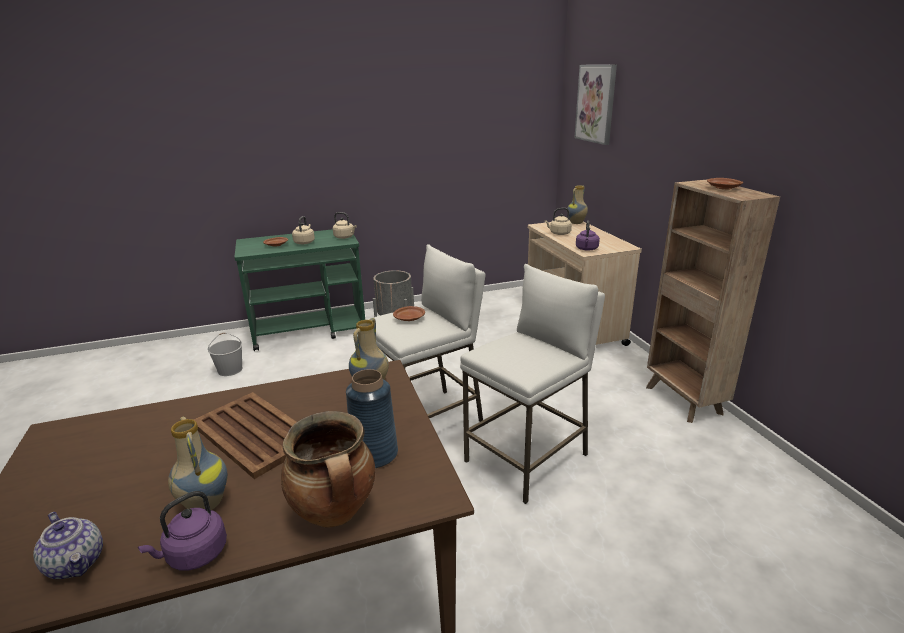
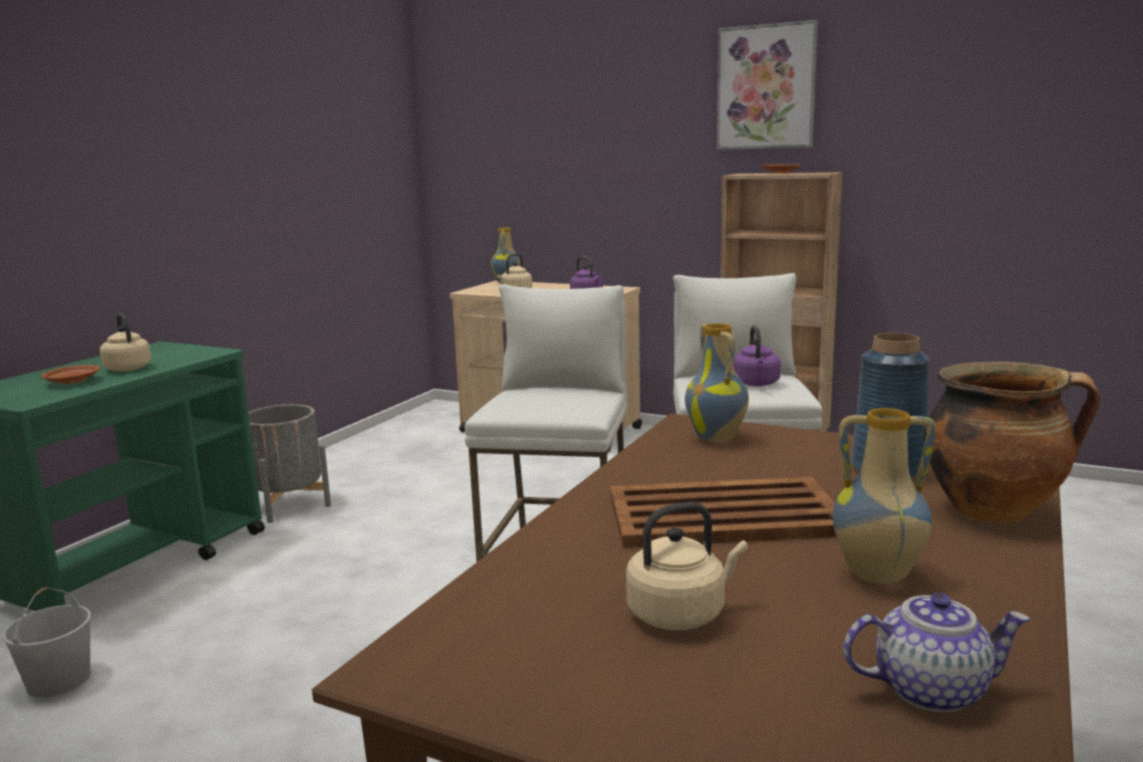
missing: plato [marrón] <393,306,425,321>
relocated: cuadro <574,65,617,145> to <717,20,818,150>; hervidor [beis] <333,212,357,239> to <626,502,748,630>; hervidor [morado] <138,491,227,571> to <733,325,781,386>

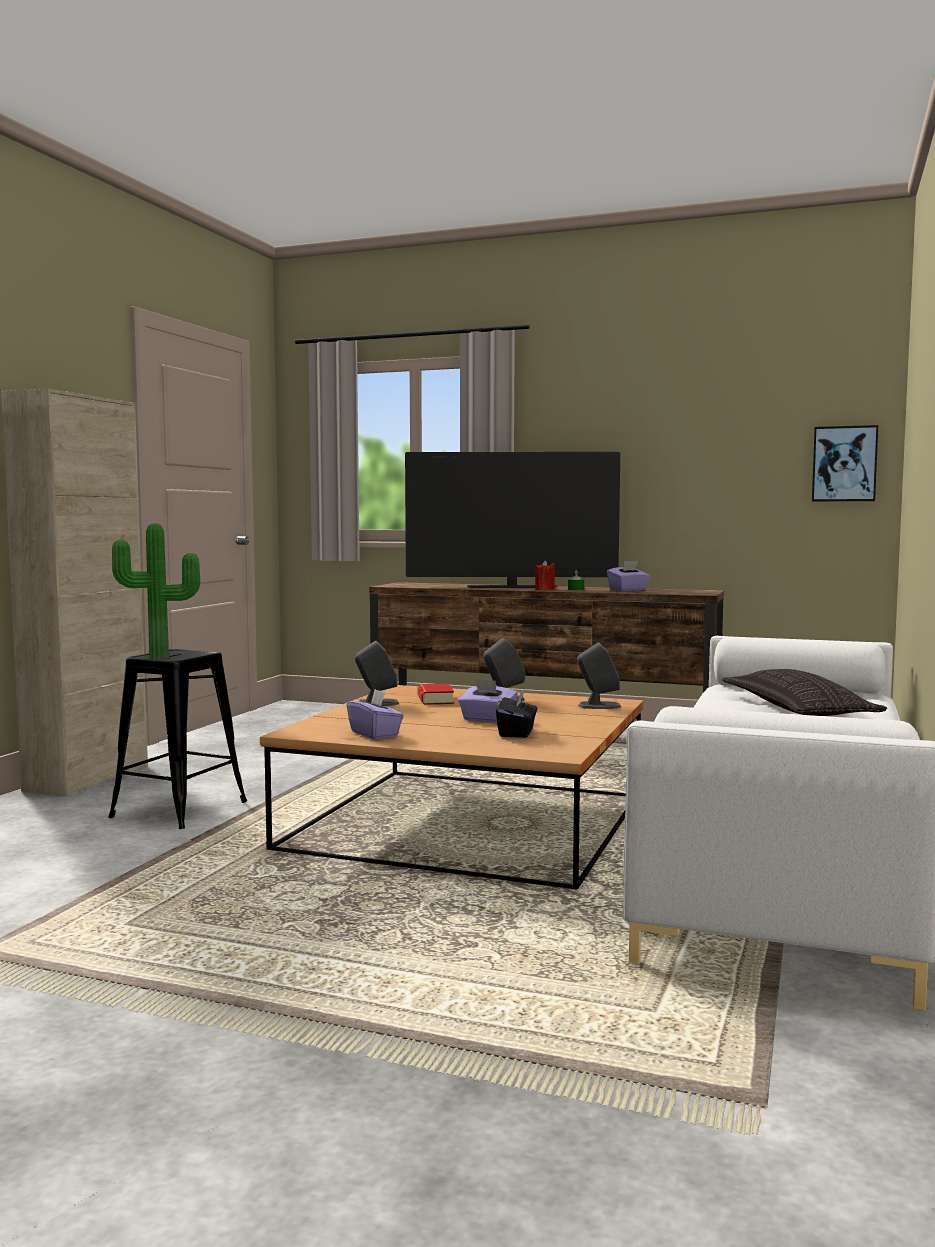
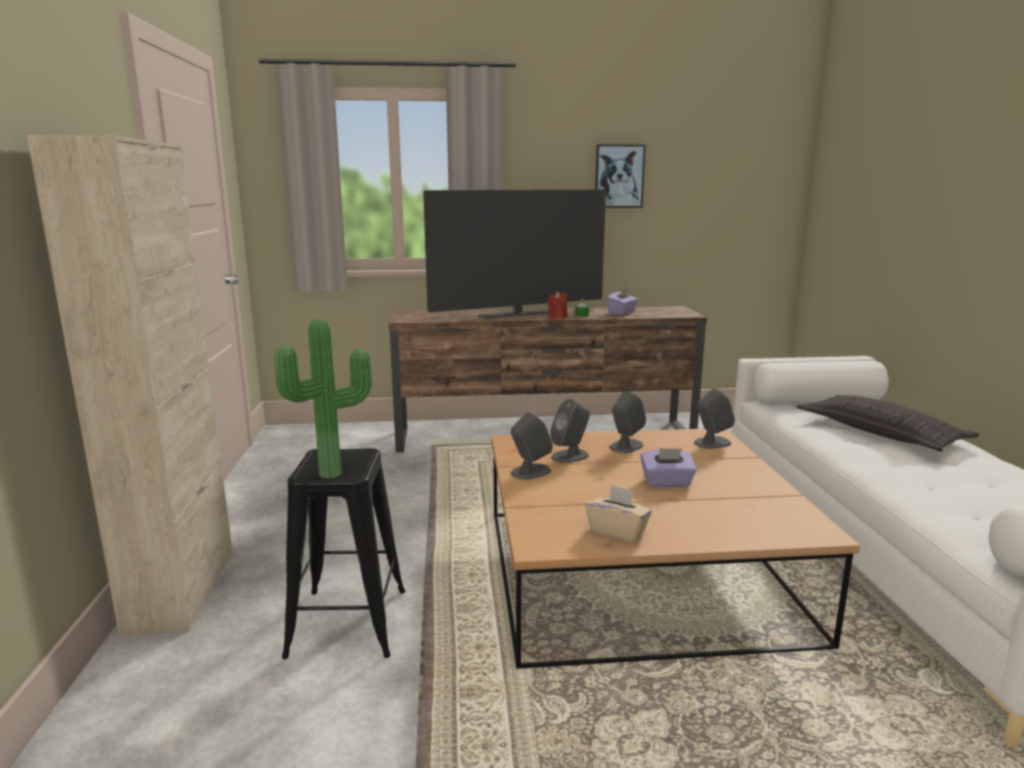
missing: caja de pañuelos [negro] <496,688,538,738>
relocated: cuadro <812,425,878,502> to <595,144,646,208>
exchanged: libro <417,684,454,705> to altavoz [gris] <550,399,590,463>
colour: caja de pañuelos [morado] <346,689,404,739> to caja de pañuelos [beis] <585,485,652,542>

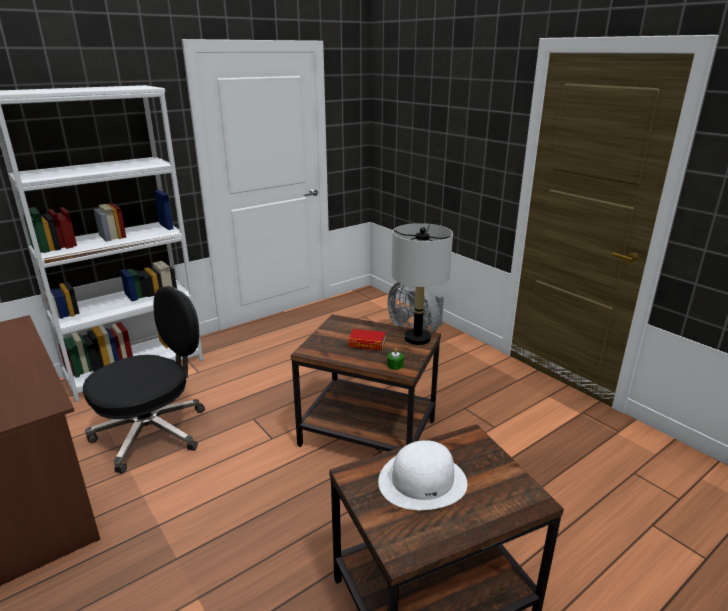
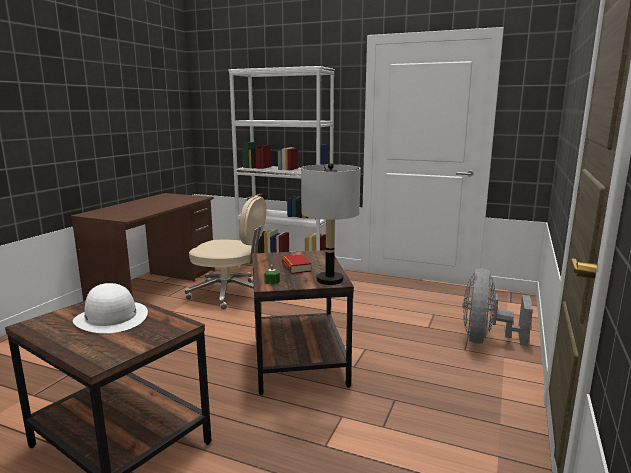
colour: silla de oficina [negro] <83,286,205,474> to silla de oficina [beis] <185,196,266,310>

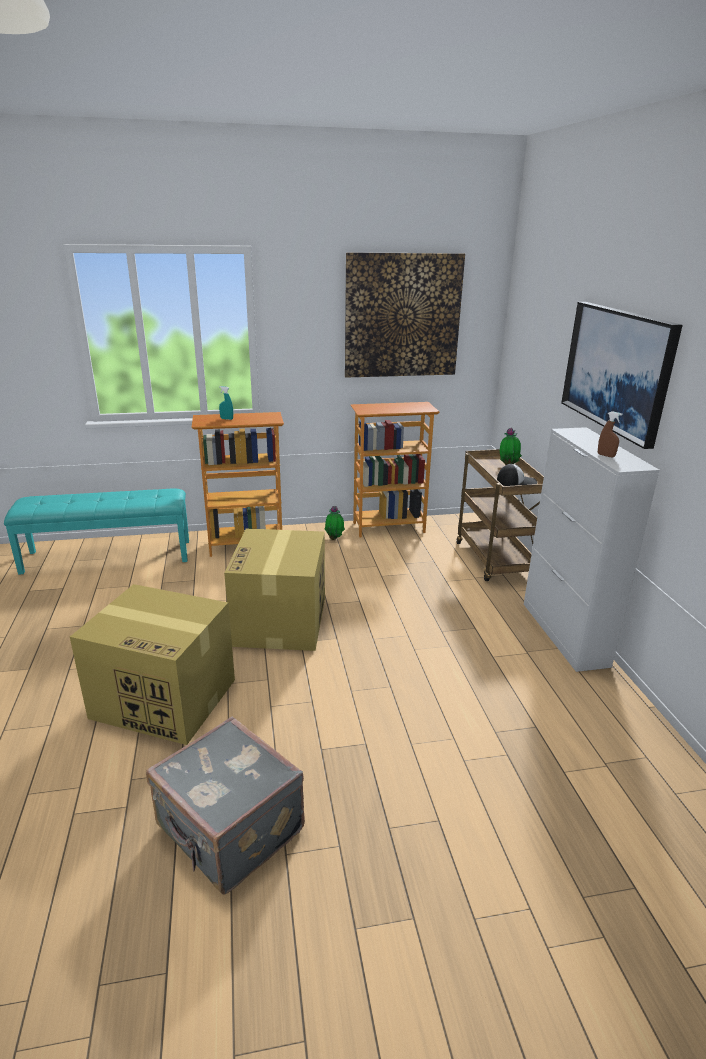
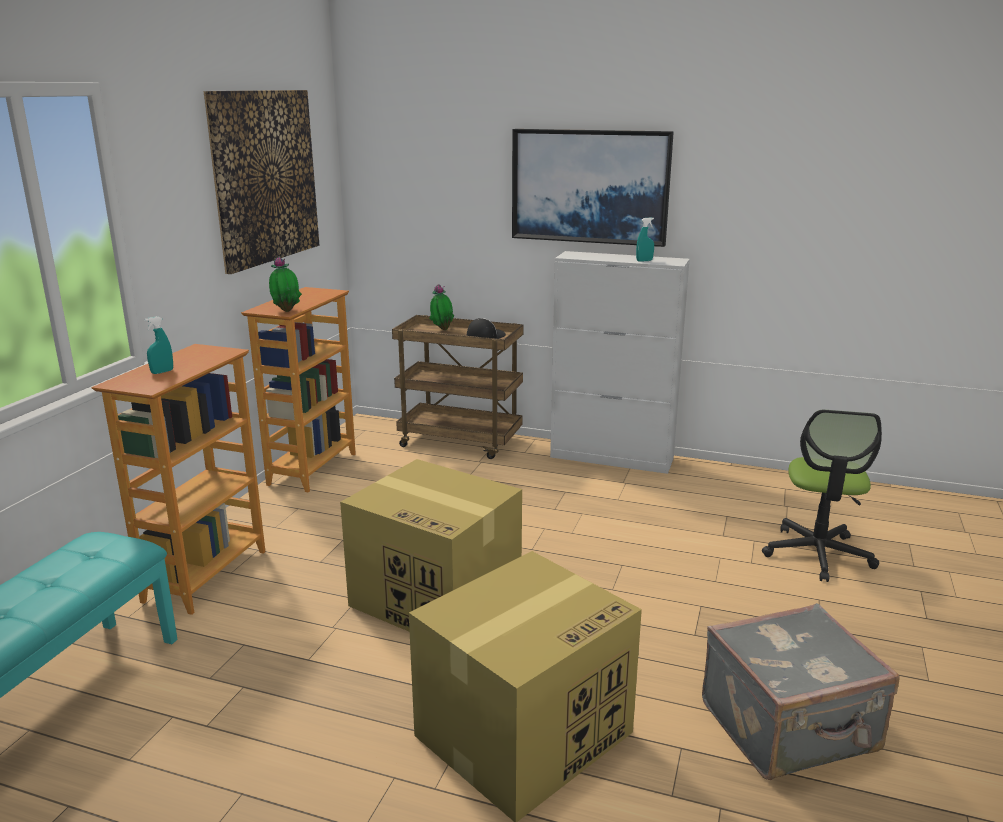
appeared: silla de oficina <762,409,882,582>
relocated: planta en maceta <325,506,345,540> to <269,256,302,312>
colour: pulverizador [marrón] <598,411,622,457> to pulverizador [turquesa] <636,217,654,262>

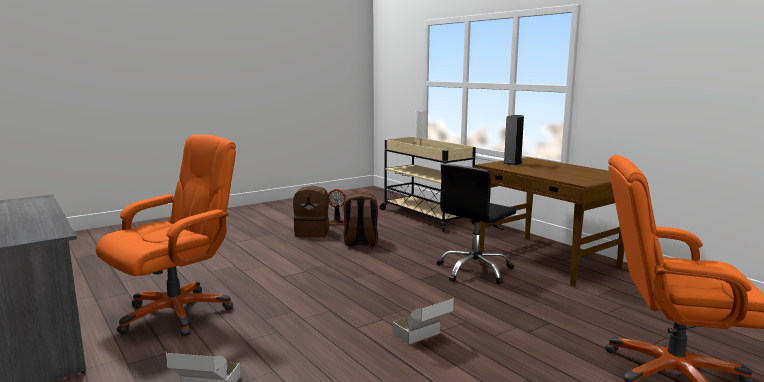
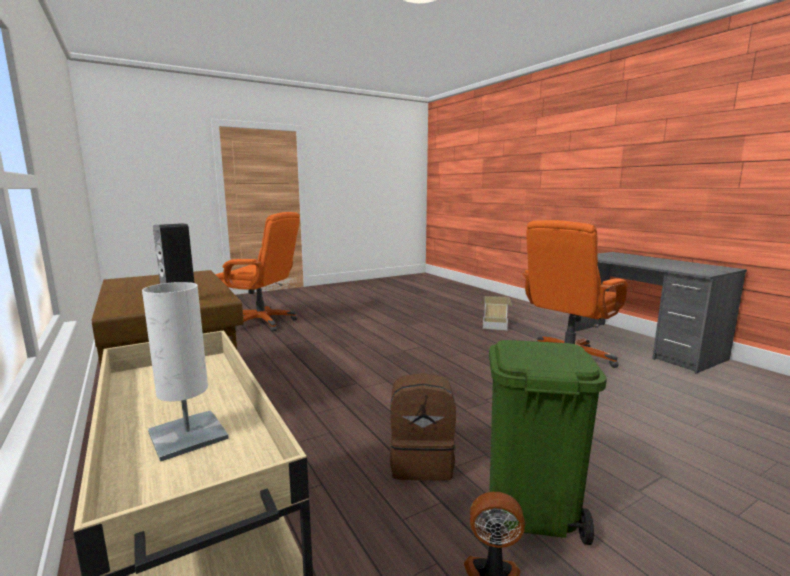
missing: silla de oficina [negro] <436,163,516,284>; caja de cartón <393,298,454,344>
exchanged: mochila [marrón] <293,186,330,237> to papelera [verde] <486,340,607,545>

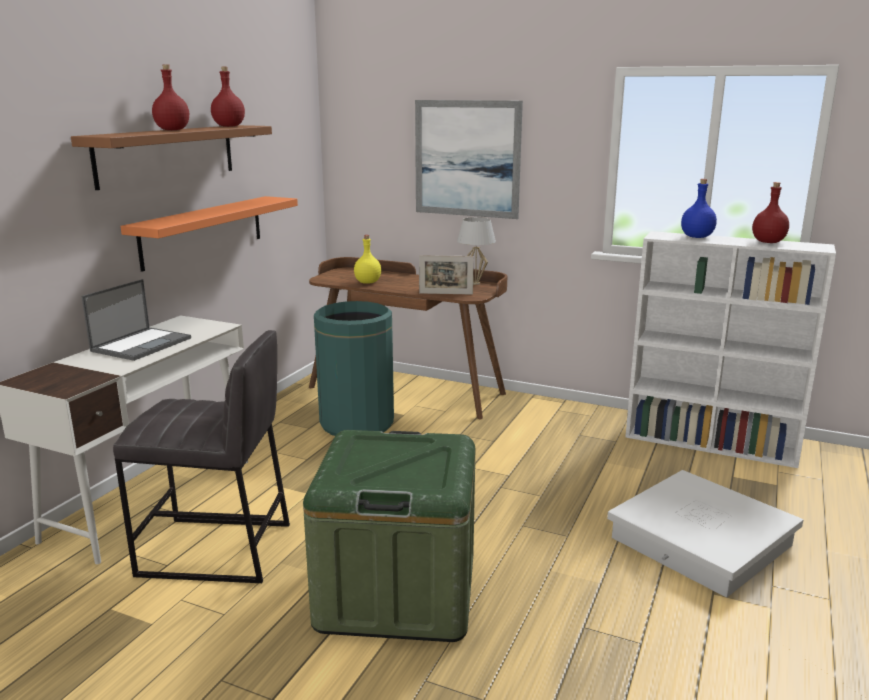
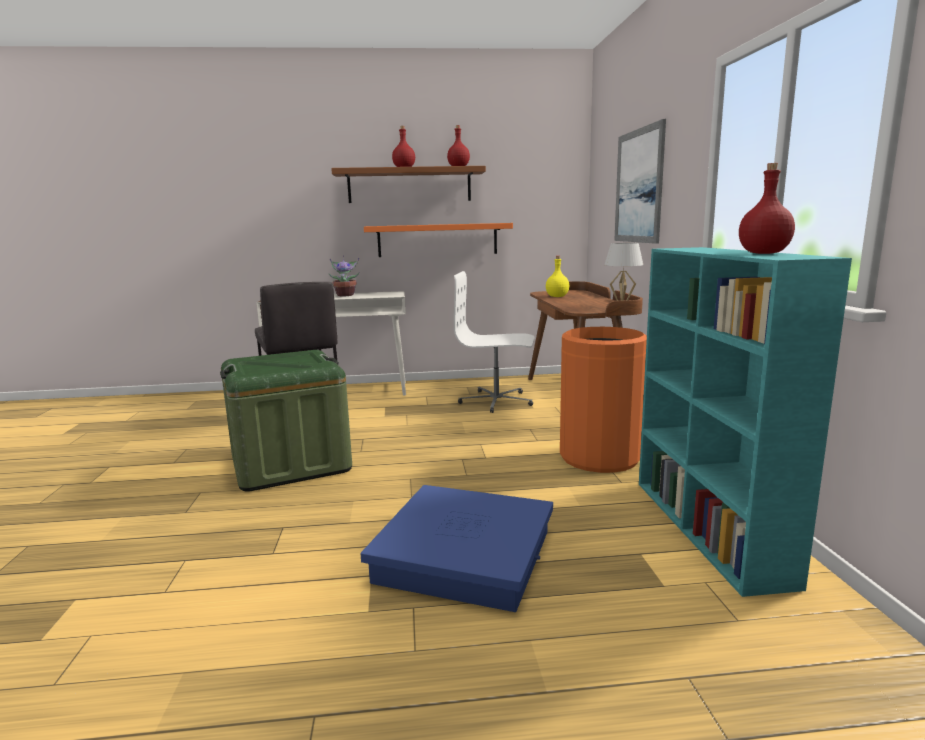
missing: botella [azul] <681,179,717,238>; portarretratos <419,255,474,295>
appeared: papelera [naranja] <560,327,647,473>
exchanged: portátil <81,279,191,361> to planta en maceta <328,256,359,296>; papelera [verde] <314,301,394,436> to silla de oficina [blanco] <454,271,534,413>
colour: estantería [blanco] <625,231,836,468> to estantería [turquesa] <639,247,852,597>; caja de almacenaje [blanco] <607,470,803,597> to caja de almacenaje [azul] <361,485,553,612>

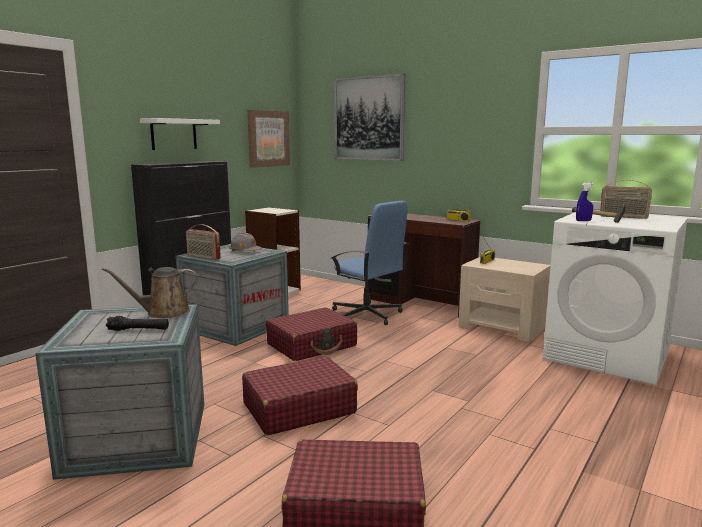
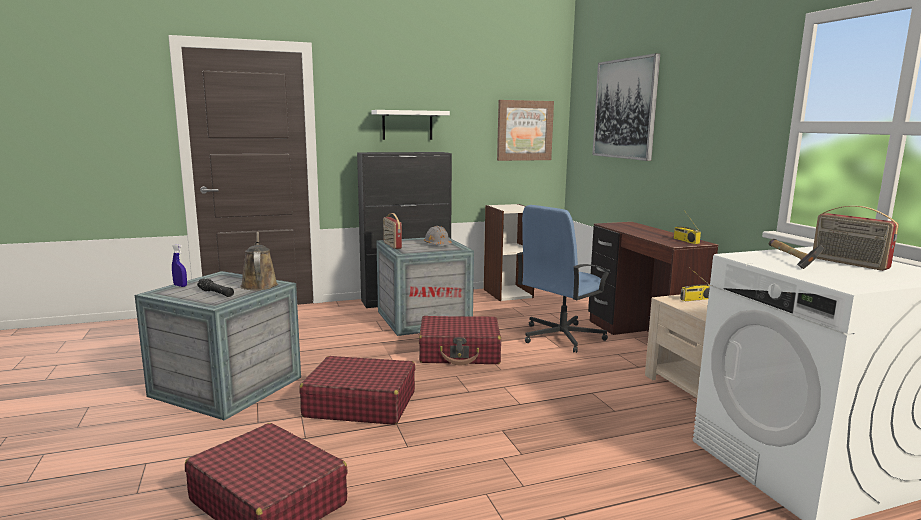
relocated: pulverizador [azul] <576,183,594,221> to <172,244,187,287>
spun: silla de oficina [azul] <331,201,409,325> = <517,205,611,353> 60 degrees clockwise; regadera [marrón] <101,267,198,318> = <240,232,278,290> 60 degrees clockwise

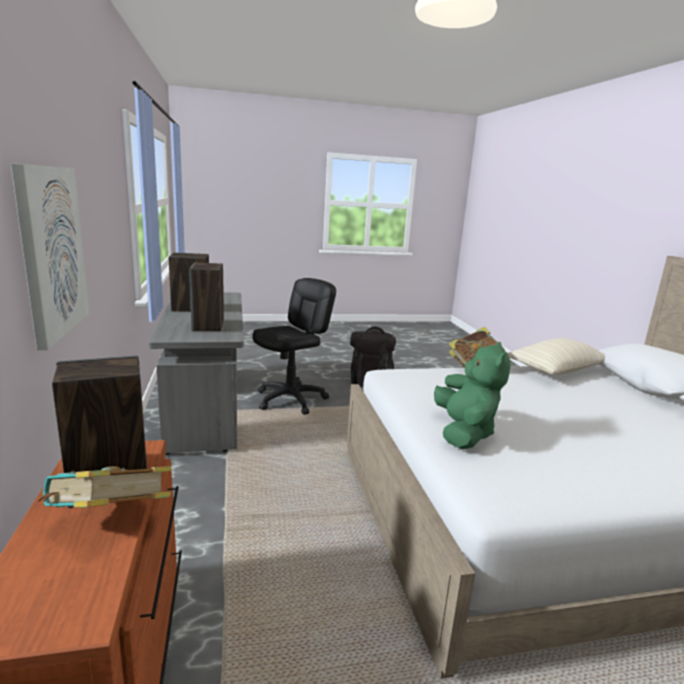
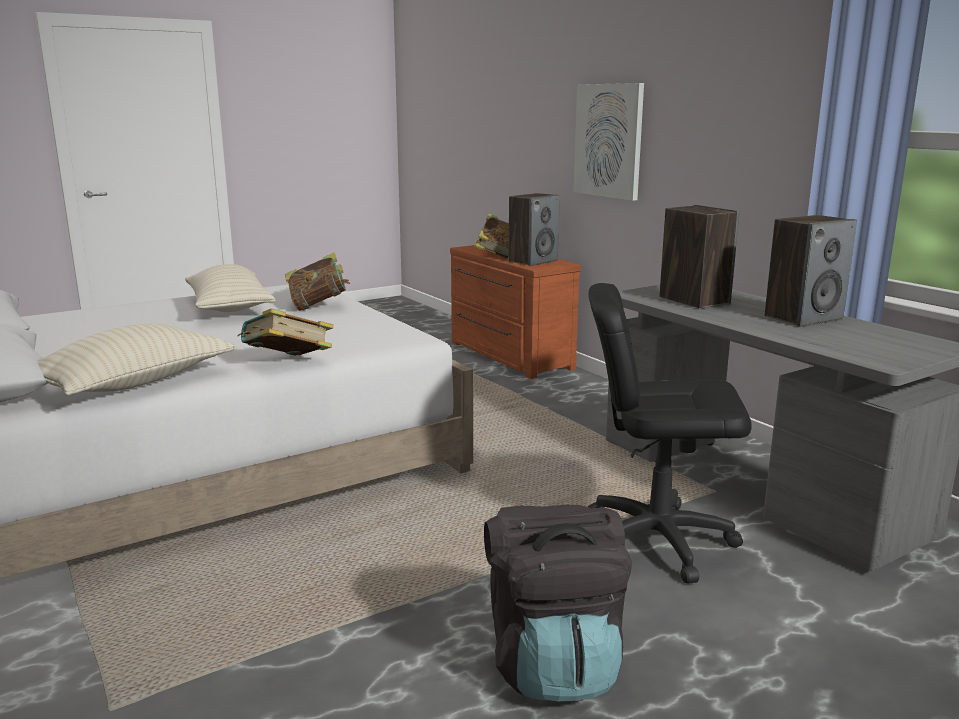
appeared: cojín [beis] <185,264,276,312>
exchanged: peluche [verde] <434,342,511,449> to libro <285,253,350,311>
spun: silla de oficina [negro] <252,278,336,415> = <588,283,752,584> 75 degrees clockwise

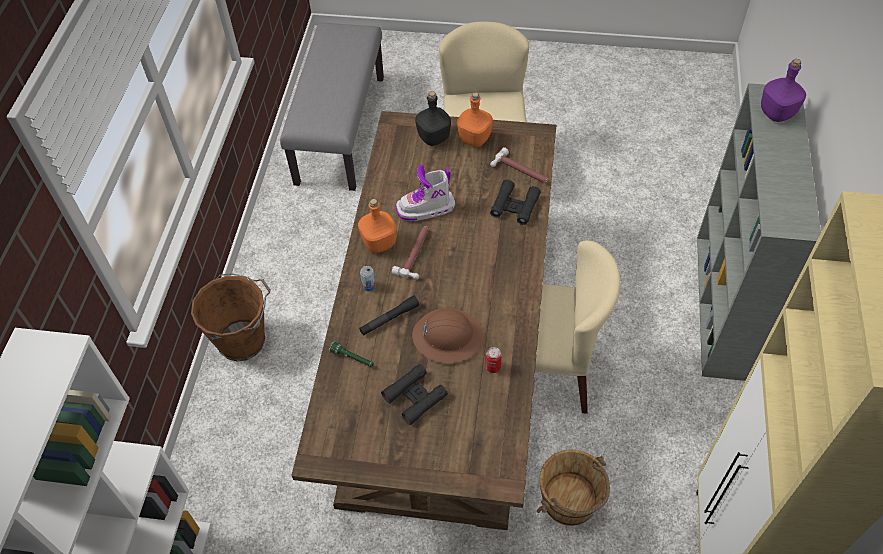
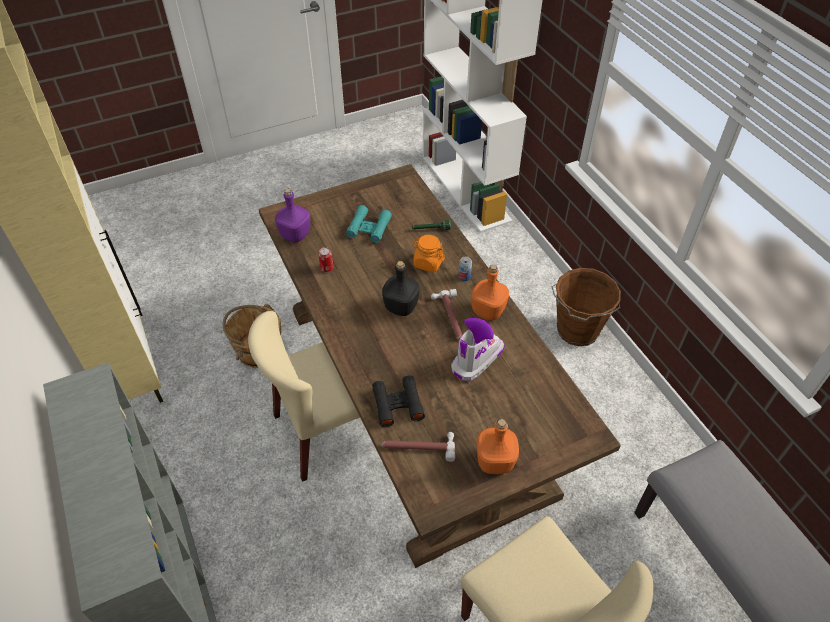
missing: casco [marrón] <412,308,484,363>
relocated: botella [morado] <761,59,806,122> to <275,189,310,242>; botella [negro] <415,91,451,146> to <382,261,420,316>
exchanged: linterna [negro] <359,295,419,336> to tarro [naranja] <412,235,445,272>
colour: prismáticos [negro] <381,364,448,425> to prismáticos [turquesa] <346,205,392,243>

